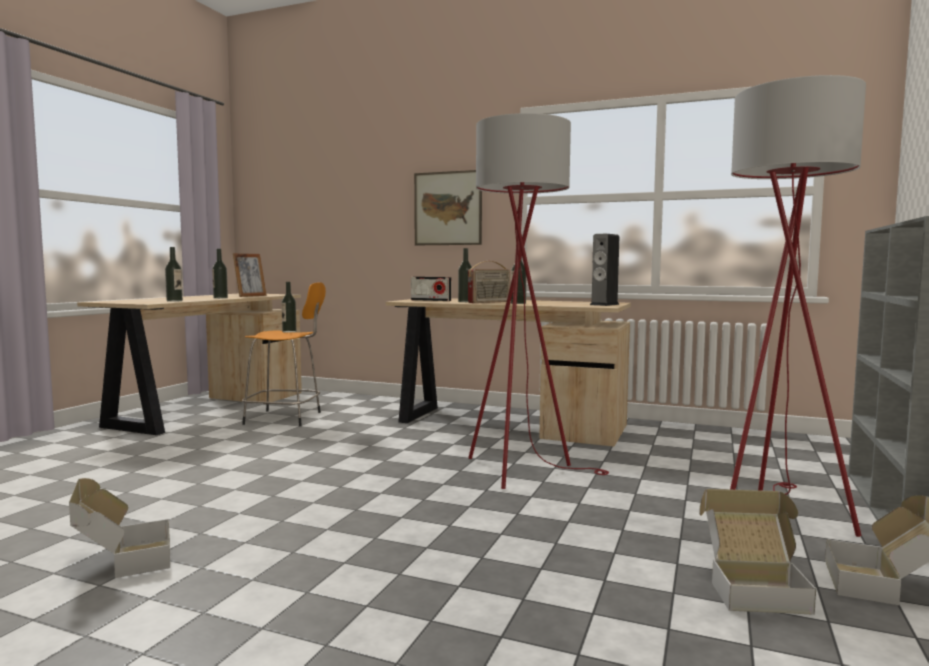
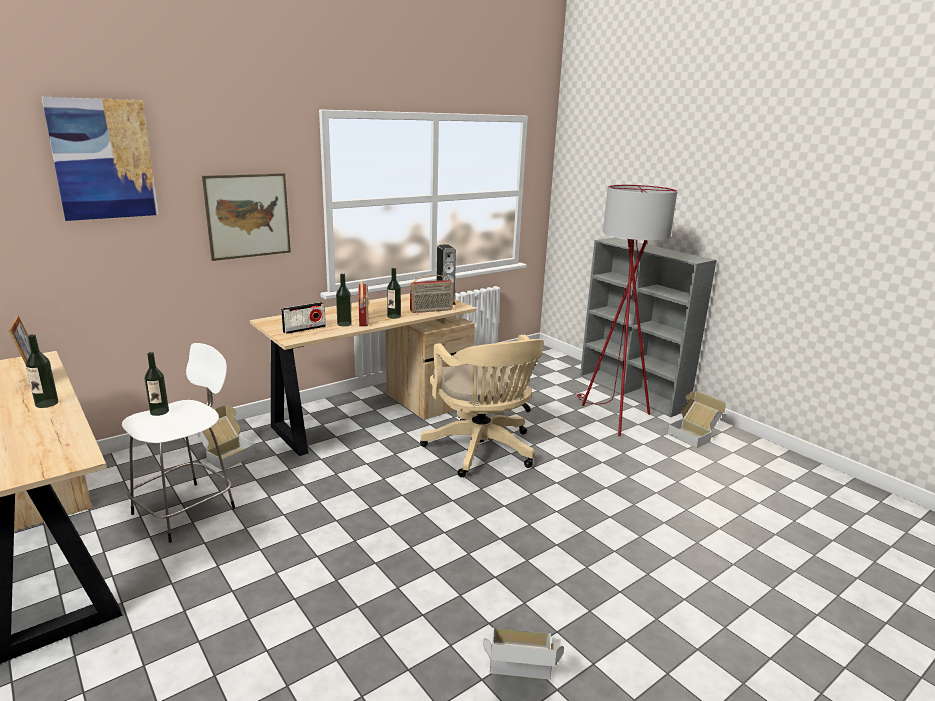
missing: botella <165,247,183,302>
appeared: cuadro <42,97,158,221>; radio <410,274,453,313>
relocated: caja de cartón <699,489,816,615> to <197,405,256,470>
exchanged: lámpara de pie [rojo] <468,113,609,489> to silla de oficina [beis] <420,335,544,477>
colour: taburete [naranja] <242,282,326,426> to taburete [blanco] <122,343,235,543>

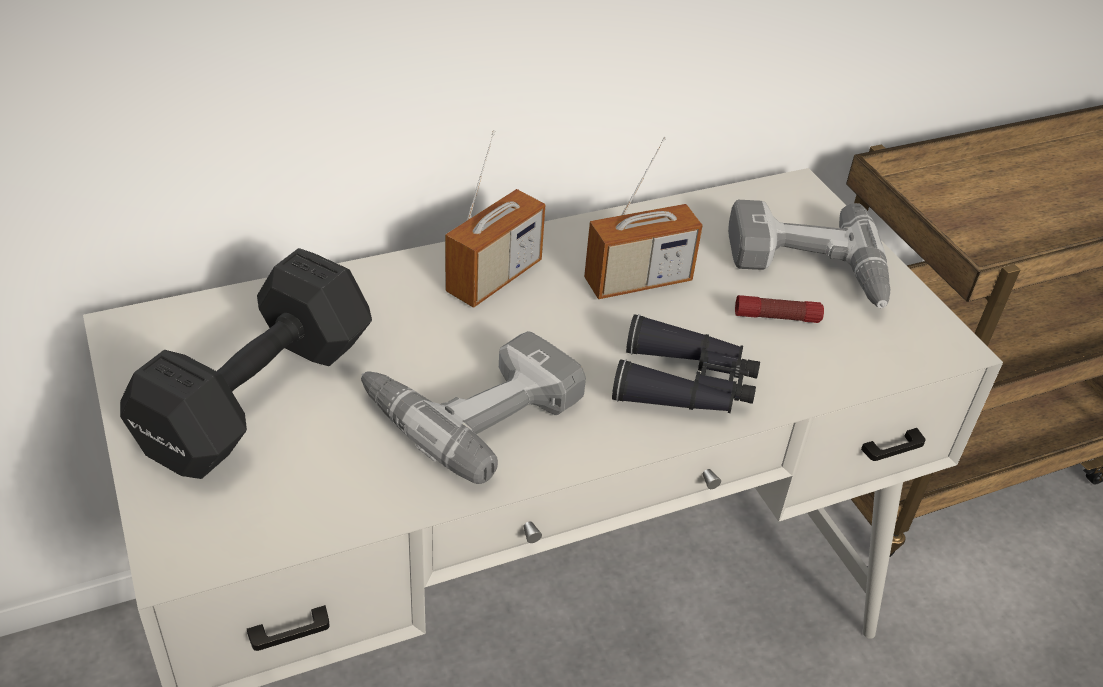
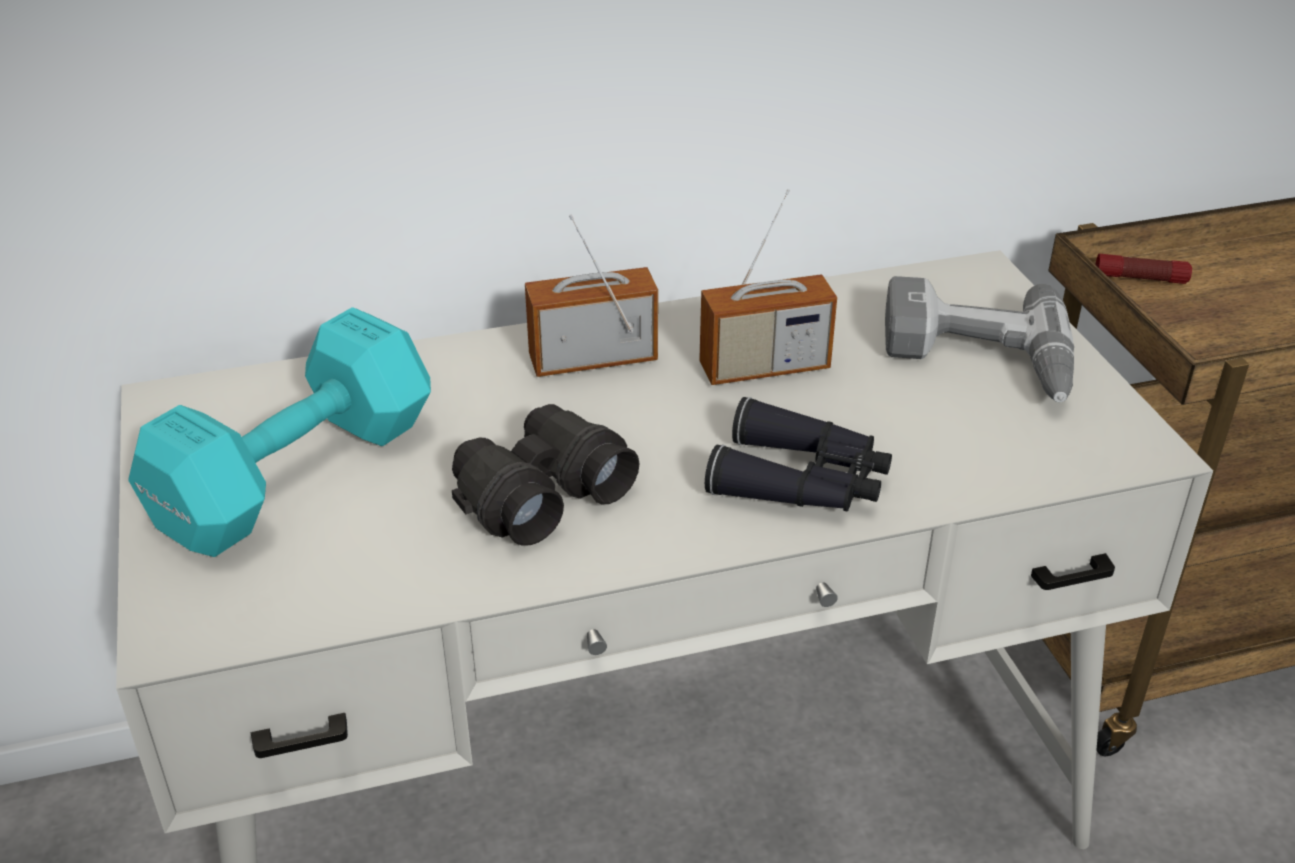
relocated: linterna <735,295,824,323> to <1096,254,1192,284>
exchanged: taladro <361,331,586,484> to prismáticos [negro] <452,404,639,546>
colour: mancuerna [negro] <120,248,372,479> to mancuerna [turquesa] <128,307,431,557>
spun: radio <445,130,545,308> = <525,214,658,377> 150 degrees counterclockwise

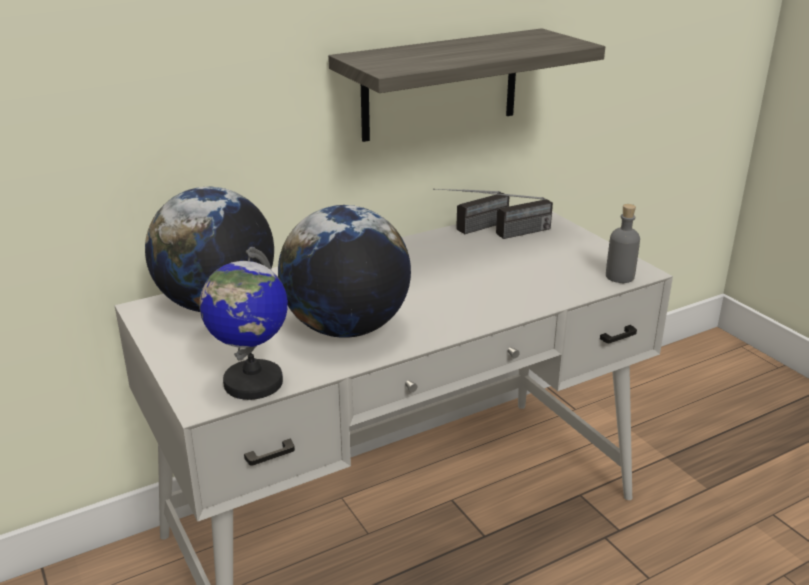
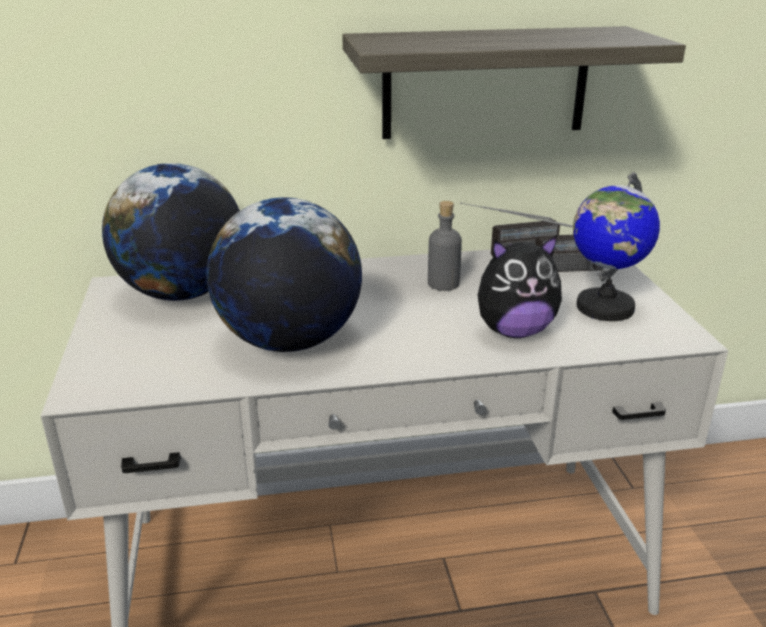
appeared: peluche <478,235,562,338>
relocated: botella [gris] <606,204,640,283> to <428,201,462,291>; globo terráqueo <200,247,288,400> to <573,172,660,321>

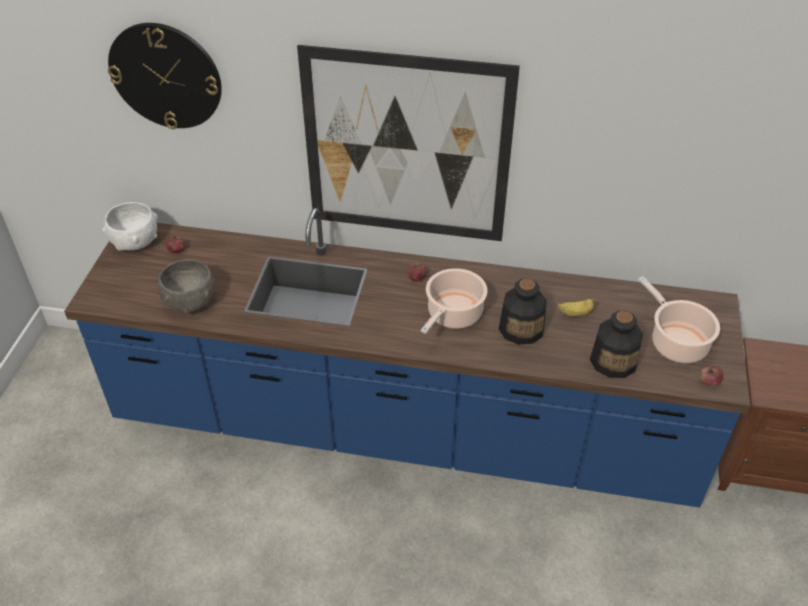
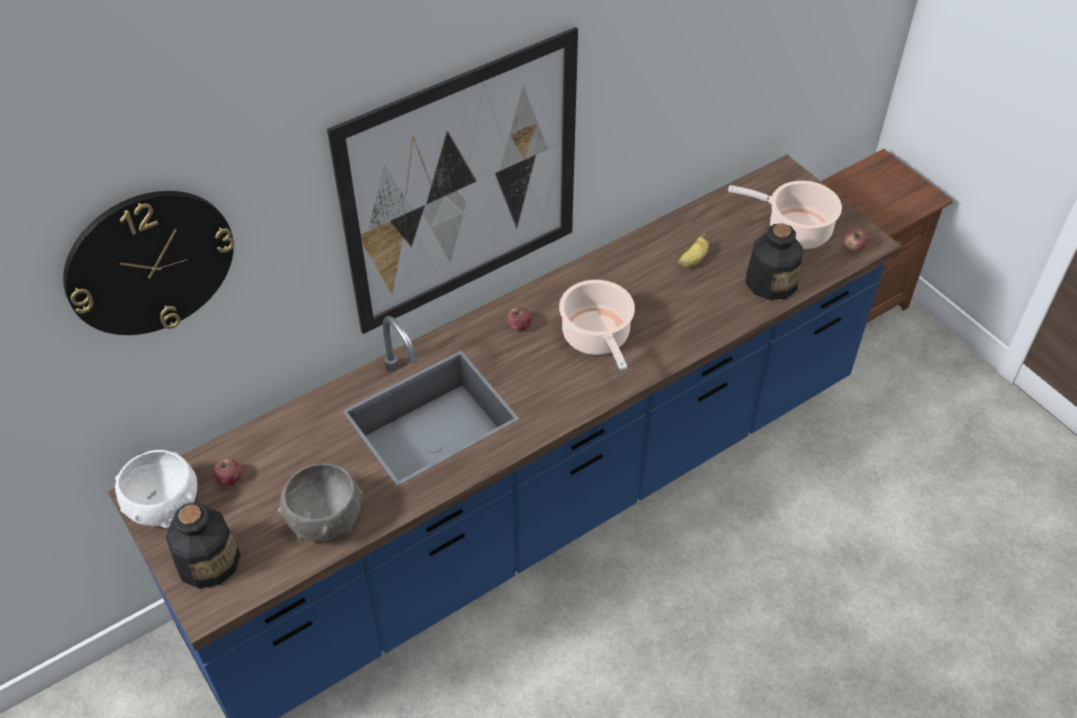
relocated: botella <499,279,547,344> to <166,502,241,589>

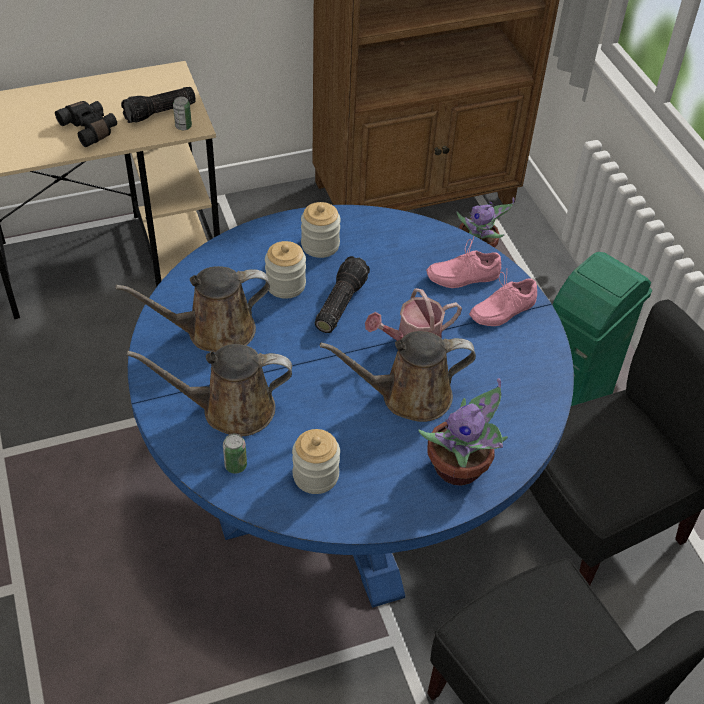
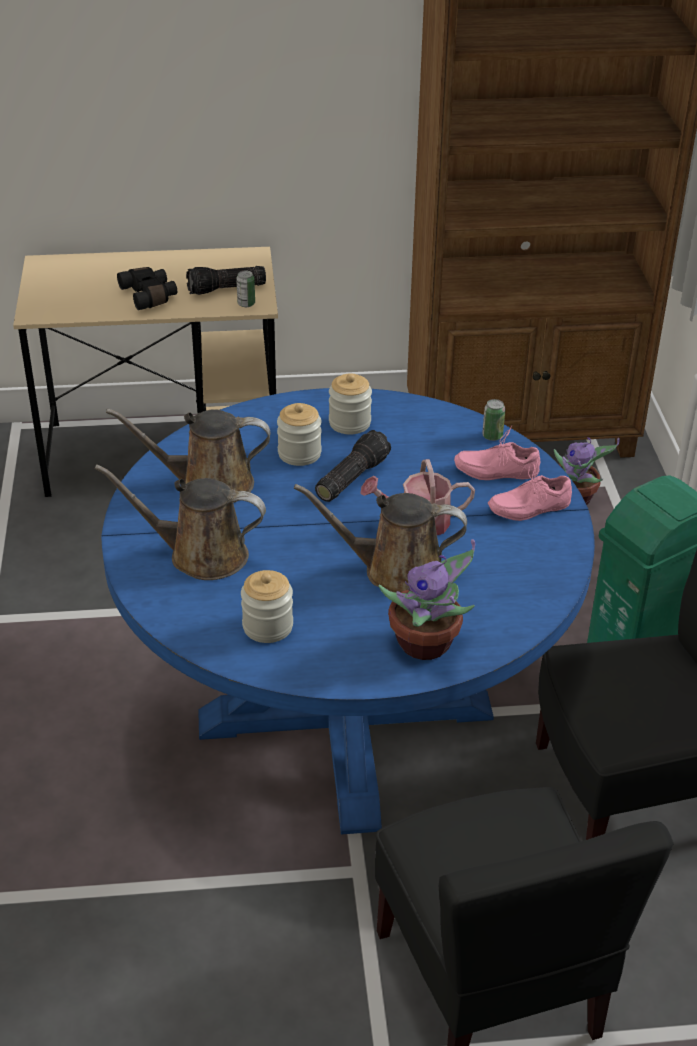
relocated: lata <223,434,247,474> to <482,399,505,441>

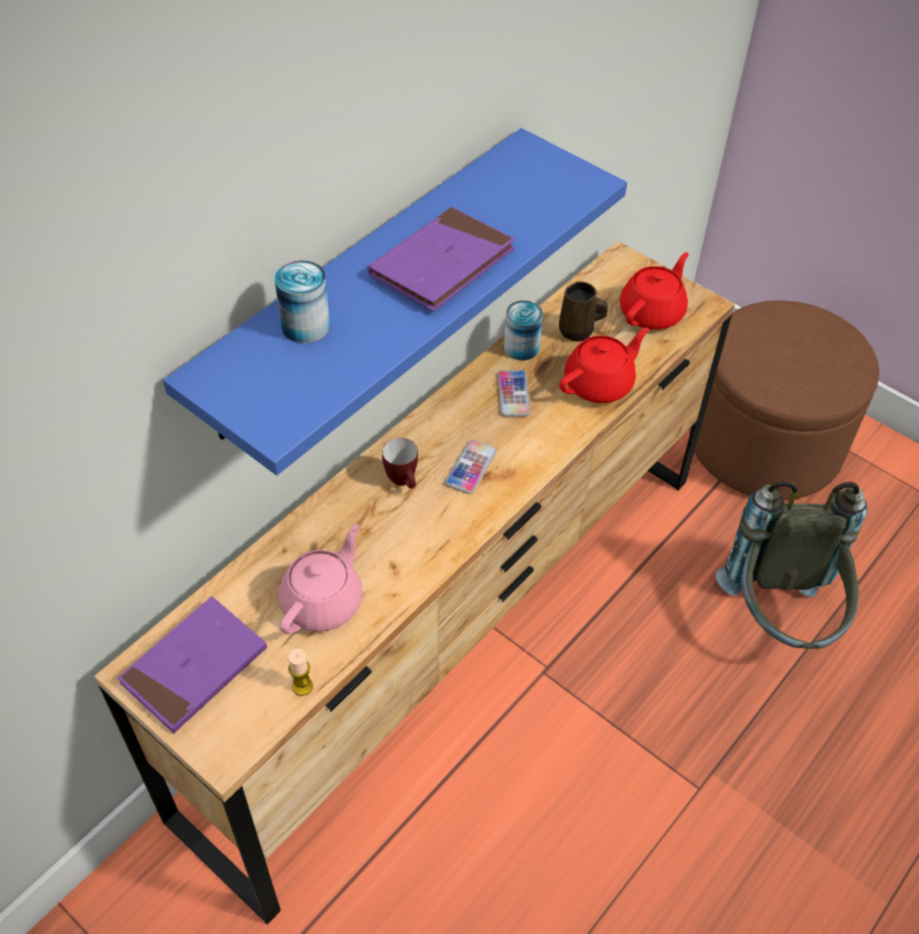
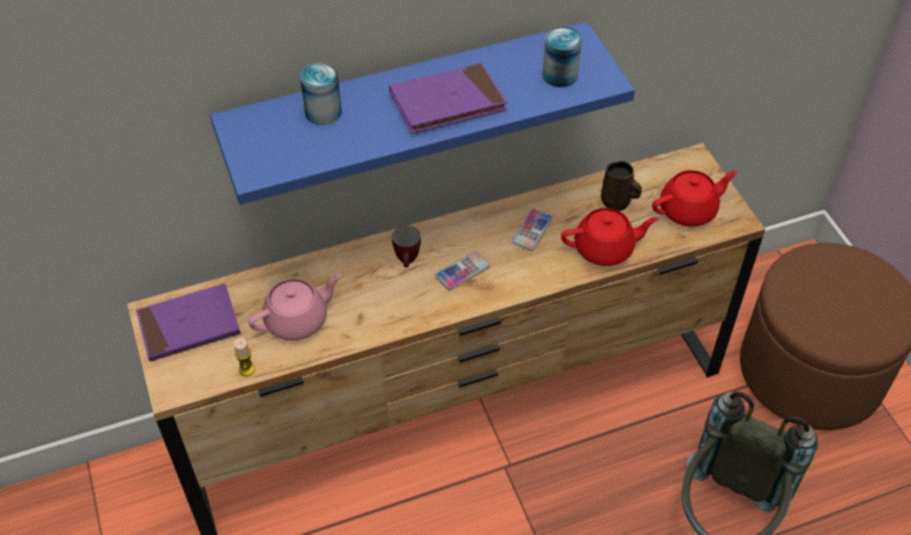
relocated: lata <504,301,543,361> to <542,27,582,87>

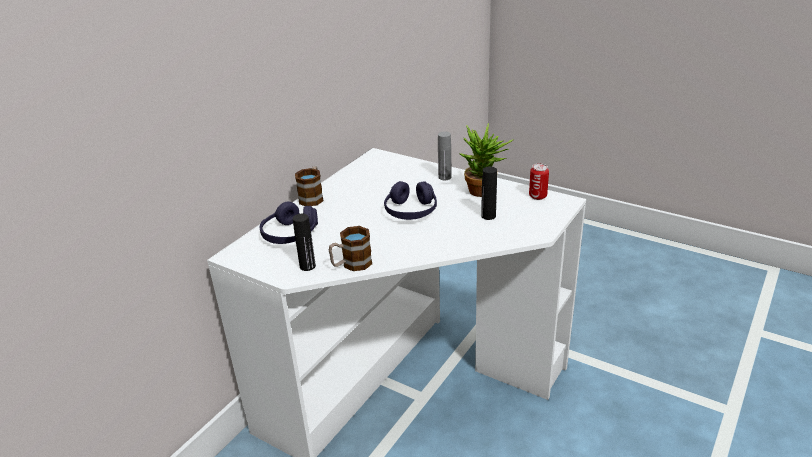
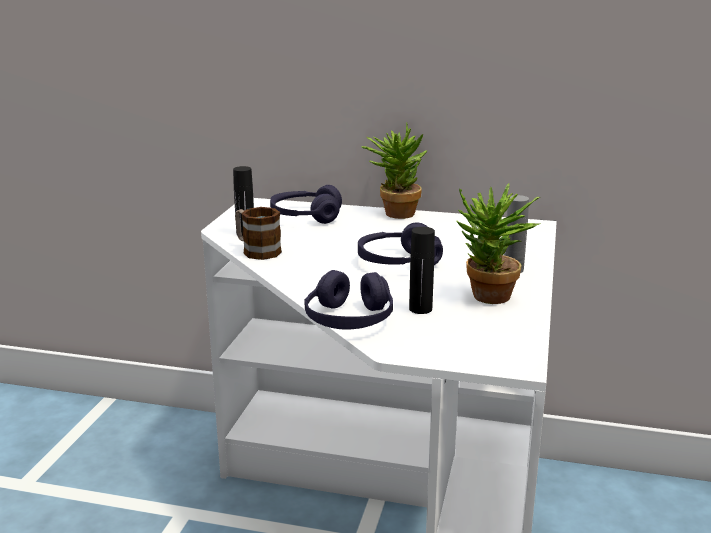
missing: lata <529,163,549,200>
appeared: auriculares [morado] <304,270,393,329>
exchanged: taza grande <295,166,324,206> to planta en maceta <361,123,427,219>

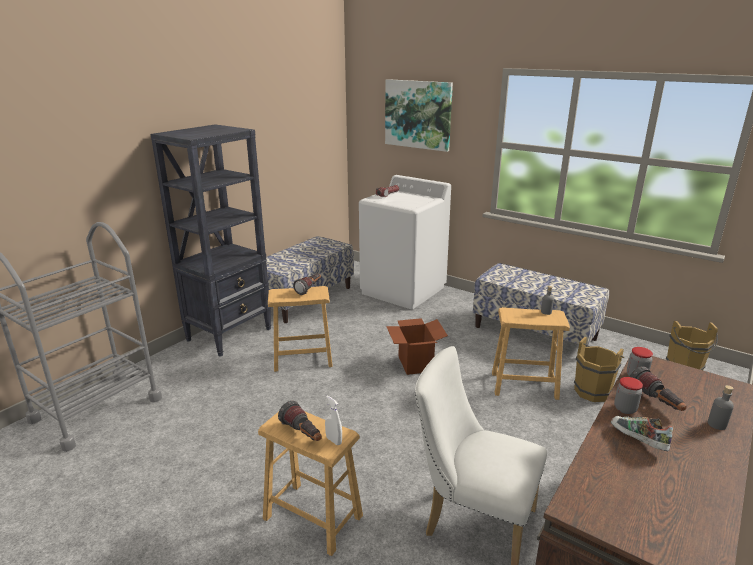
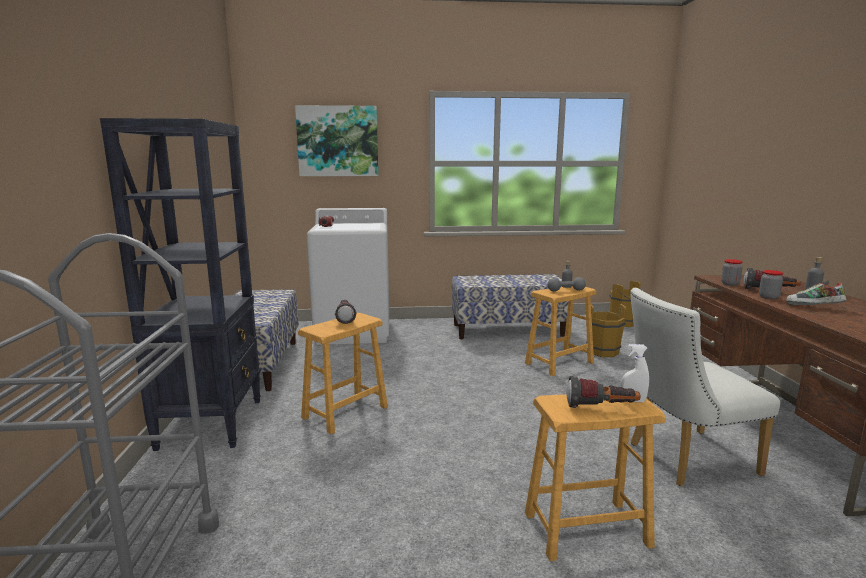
missing: caja de cartón <386,318,448,375>
appeared: mancuerna [gris] <547,277,586,291>

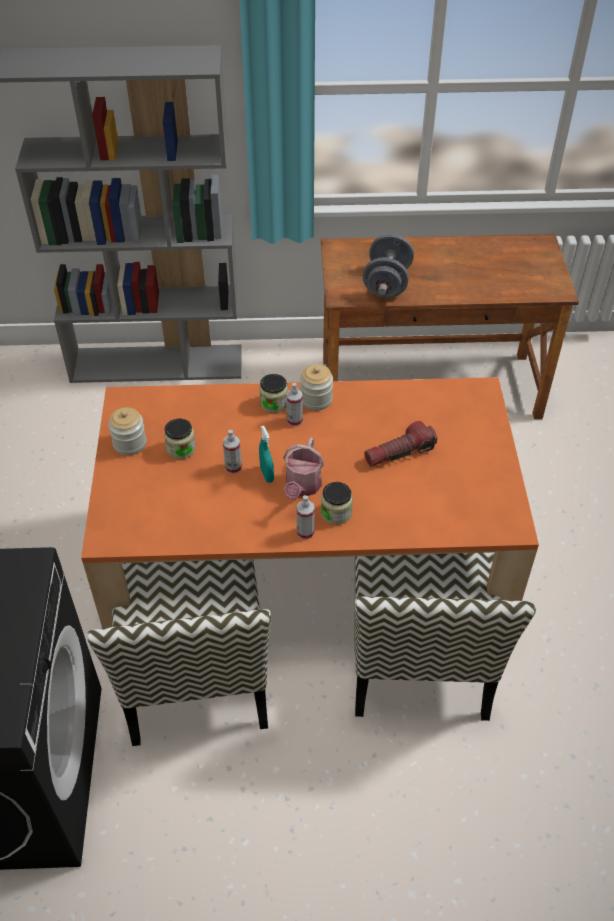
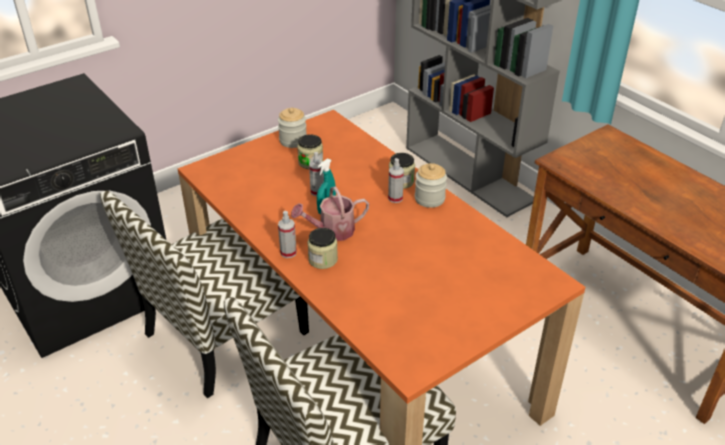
missing: mancuerna [gris] <363,234,414,298>; linterna <364,421,437,467>

